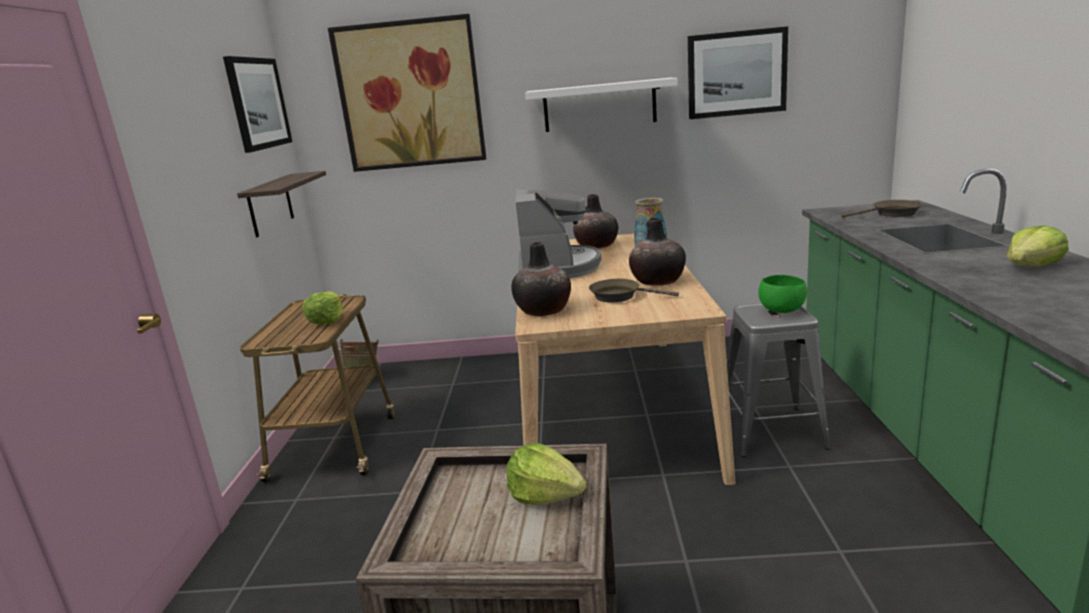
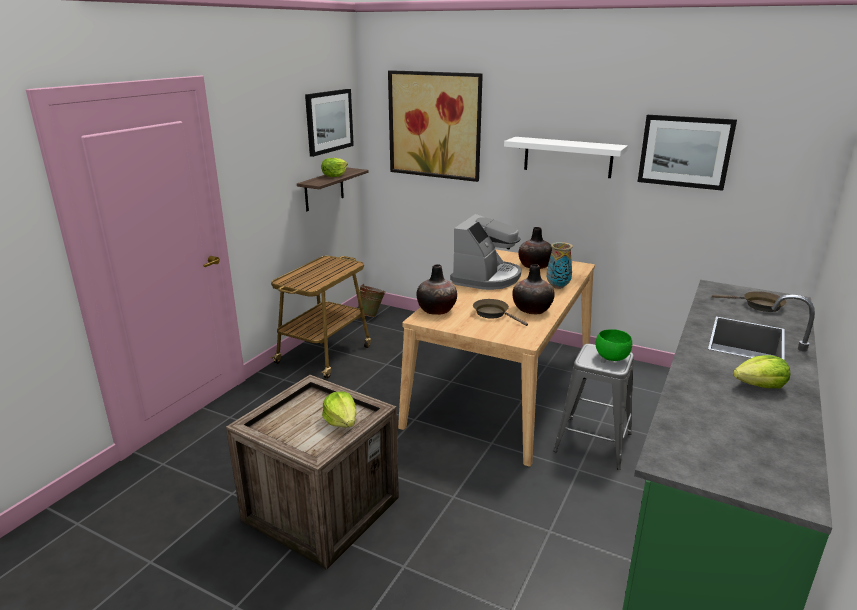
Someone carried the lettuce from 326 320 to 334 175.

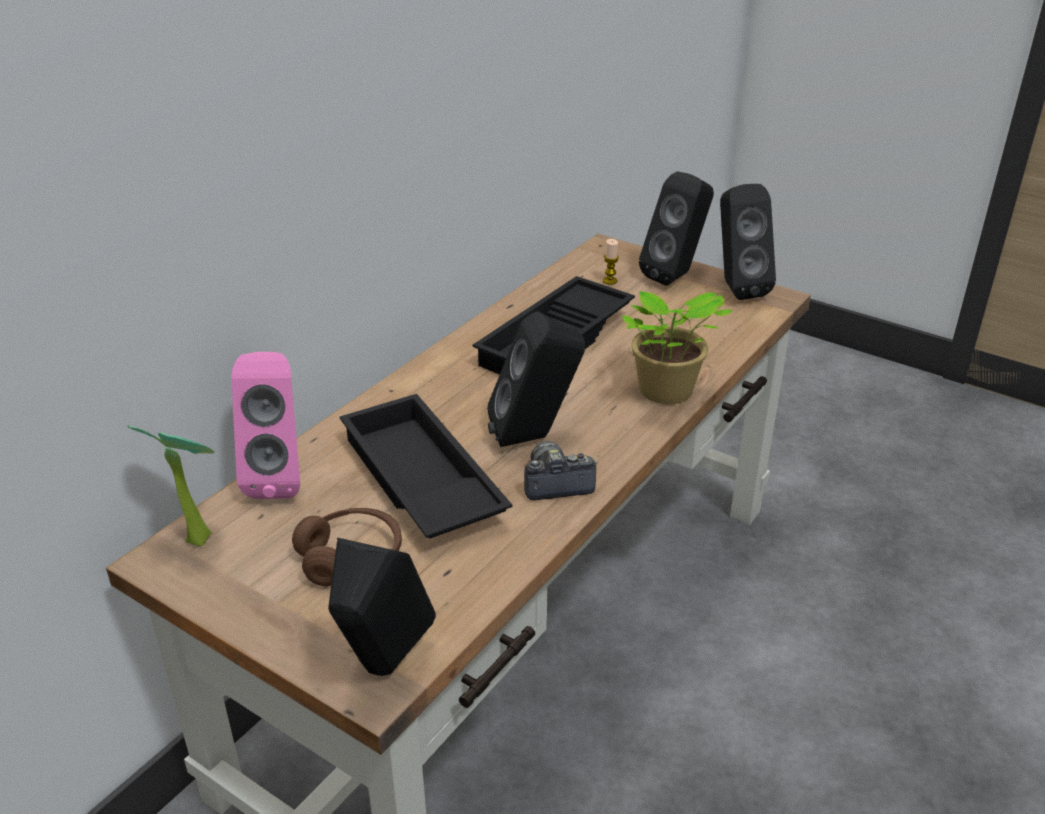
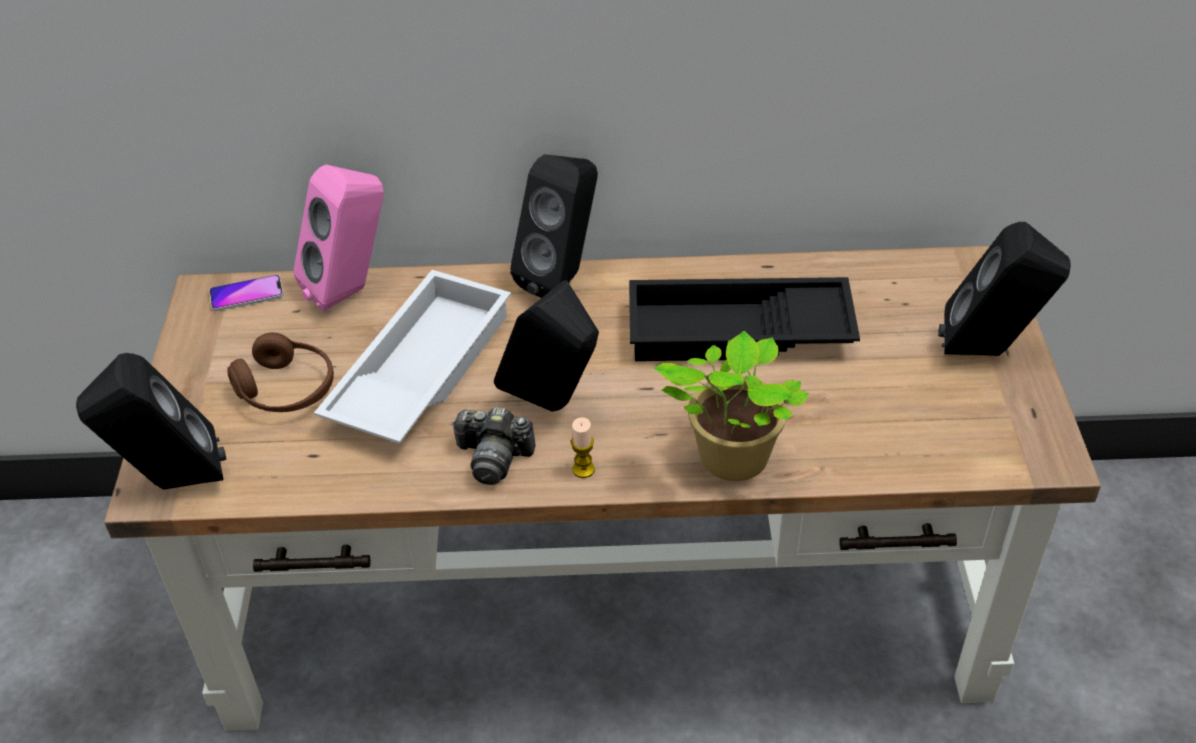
Someone carried the loudspeaker (black-coloured) from 736 288 to 563 279. Someone carried the candle from 610 281 to 583 469. Someone repainted the tray (black-coloured) at 418 481, which became the tray (whitish) at 418 369. Someone swapped the potted plant at 198 535 for the handset at 246 294. Someone rotated the still camera at 555 484 by 150 degrees clockwise.

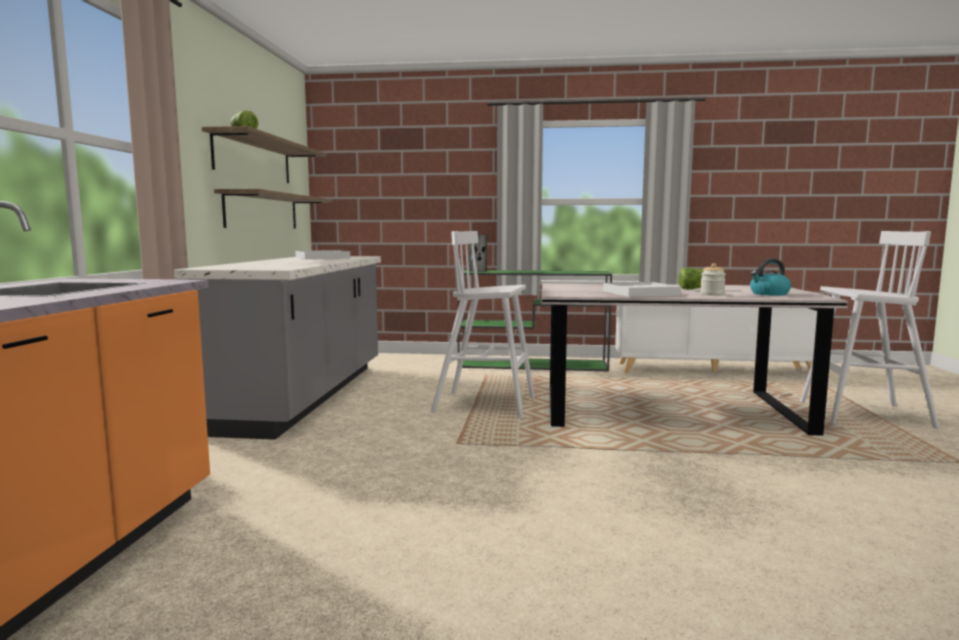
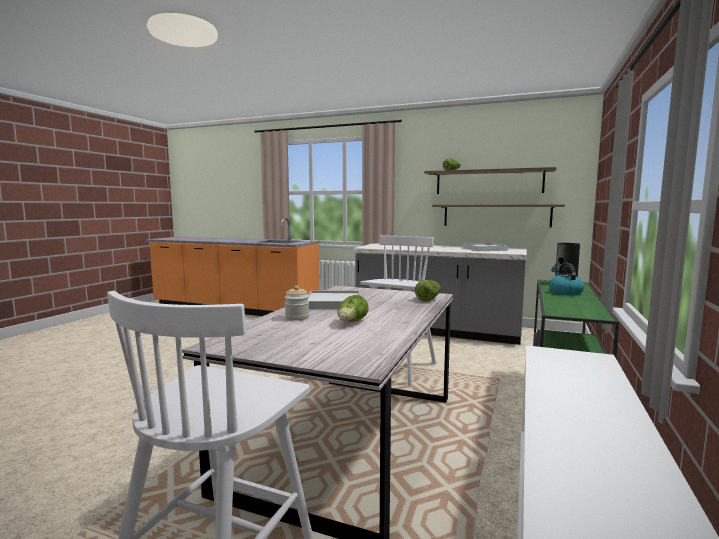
Someone carried the tea kettle from 769 294 to 565 292. Someone put down the lettuce at 428 299.

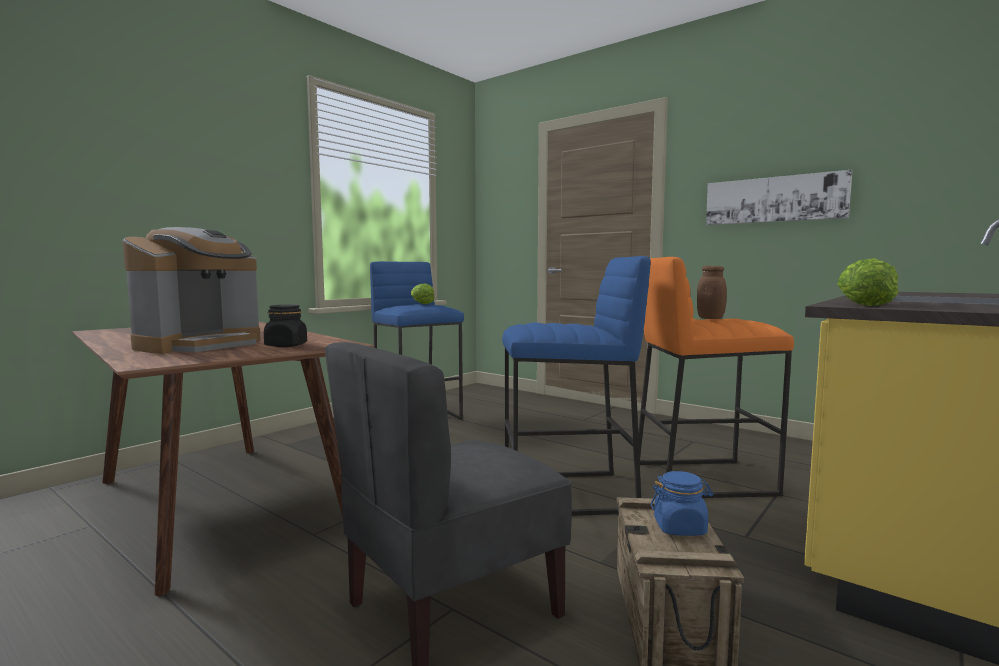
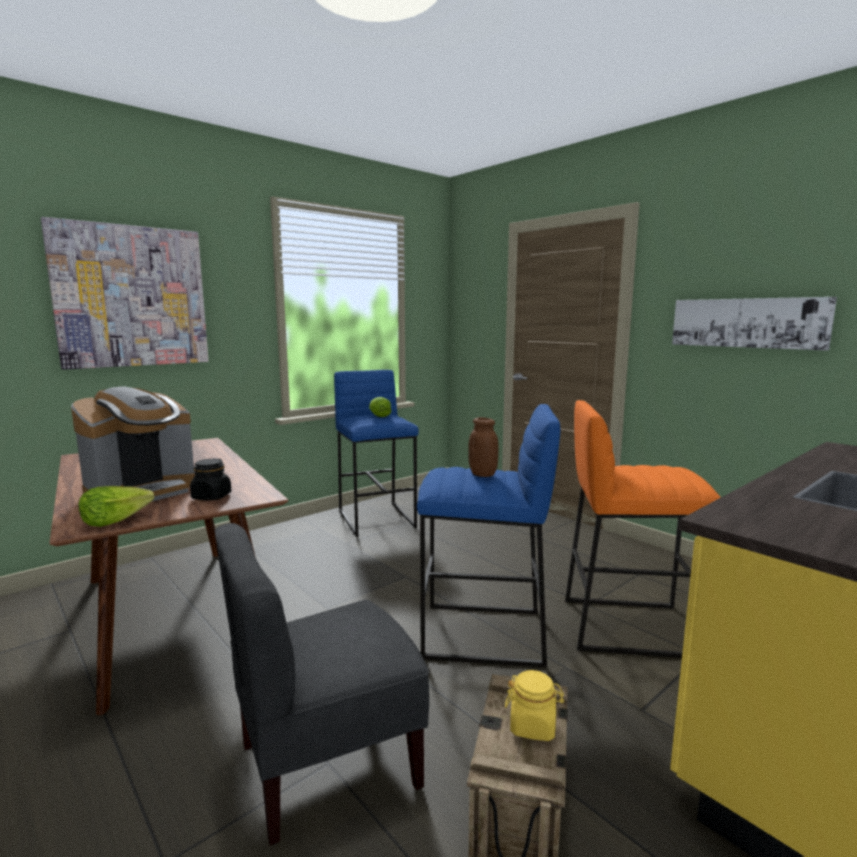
Someone carried the lettuce from 865 304 to 115 520. Someone carried the preserve jar (brown-coloured) from 710 318 to 482 474. Someone repainted the preserve jar (blue-coloured) at 680 527, which became the preserve jar (yellowish) at 533 726. Someone put up the picture at 131 297.

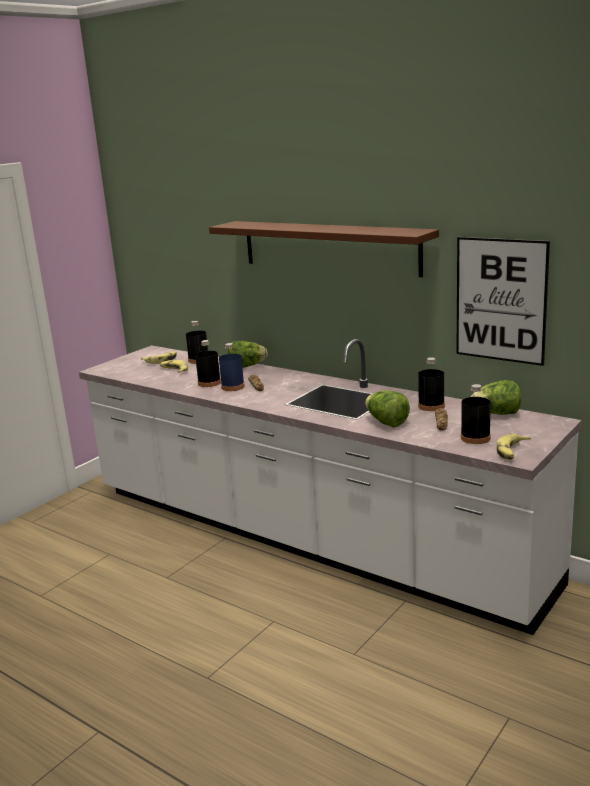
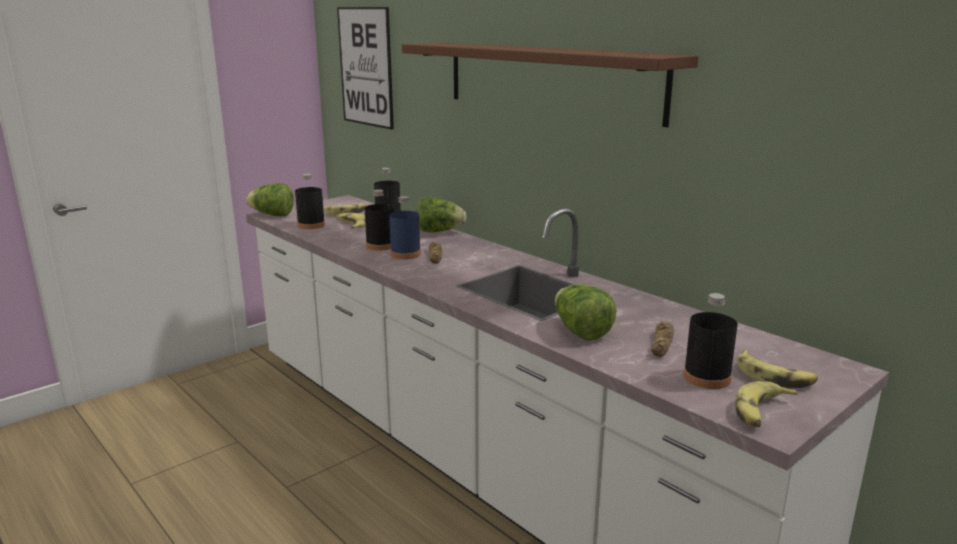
Someone carried the picture from 500 300 to 366 67. Someone carried the beverage bottle (black-coloured) from 431 406 to 311 225. Someone carried the lettuce from 496 414 to 272 215. Someone put down the whole banana at 774 377.

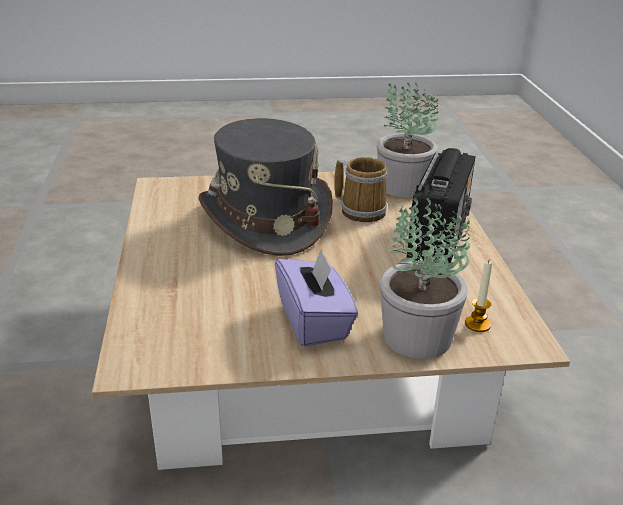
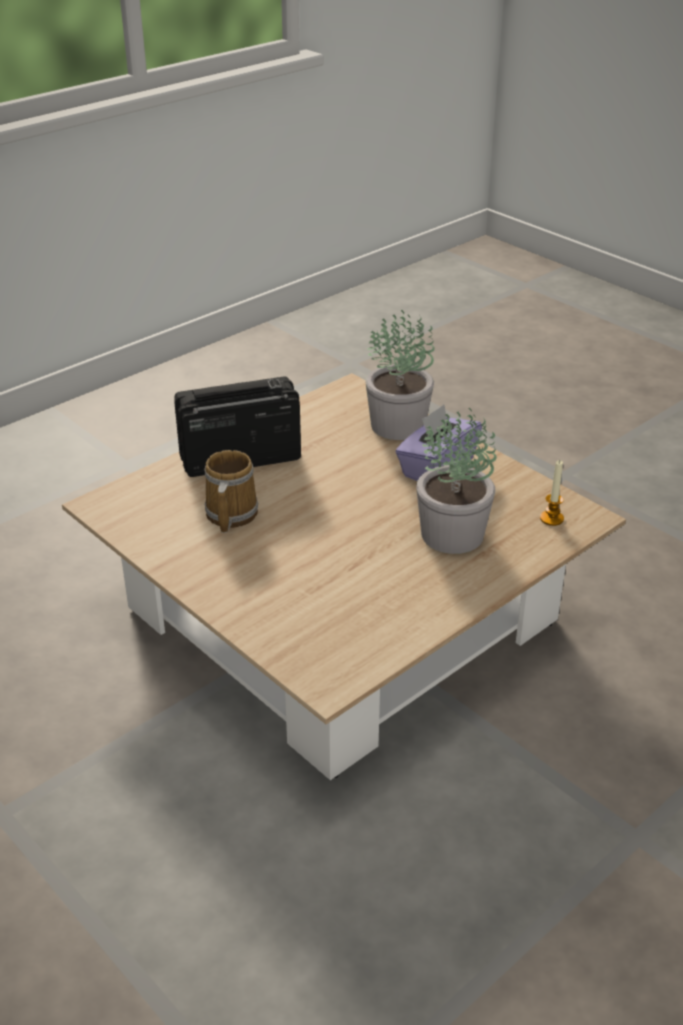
Someone carried the potted plant from 402 187 to 454 534. Someone took away the wearable hat (grey) at 265 219. Someone carried the candle from 477 324 to 551 518.

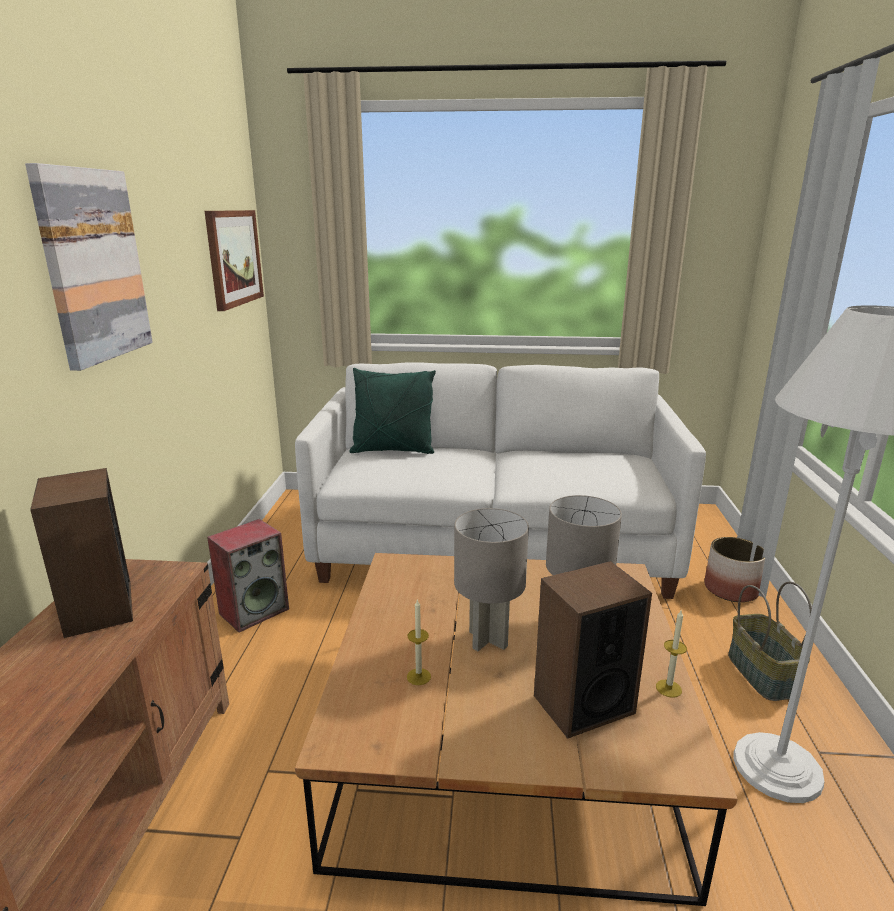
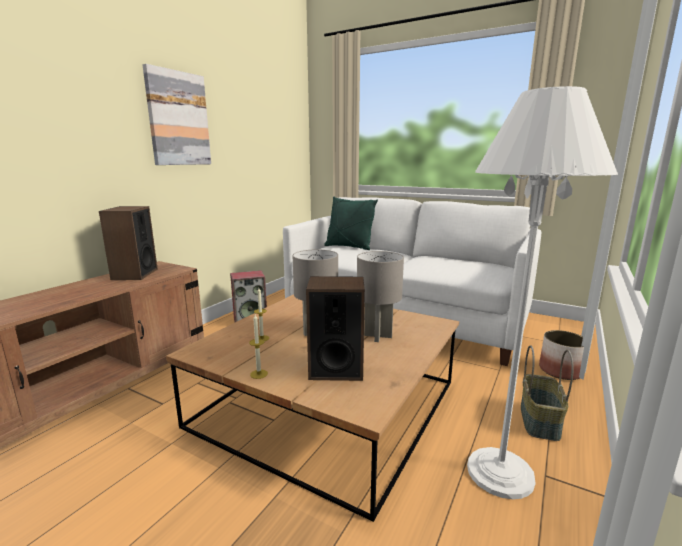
Someone took away the picture at 234 258. Someone carried the candle from 668 688 to 259 374.

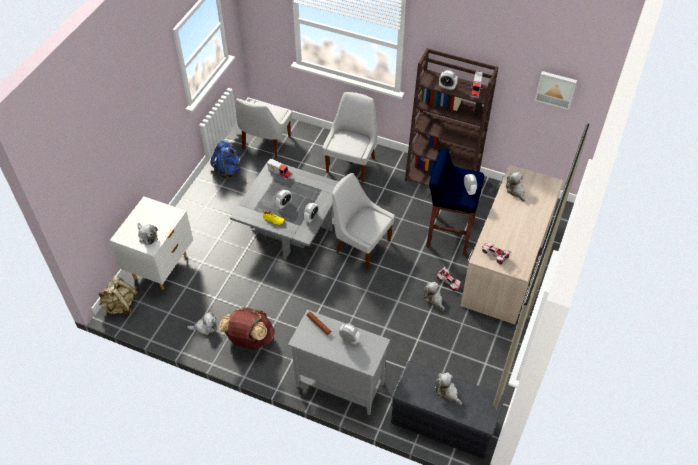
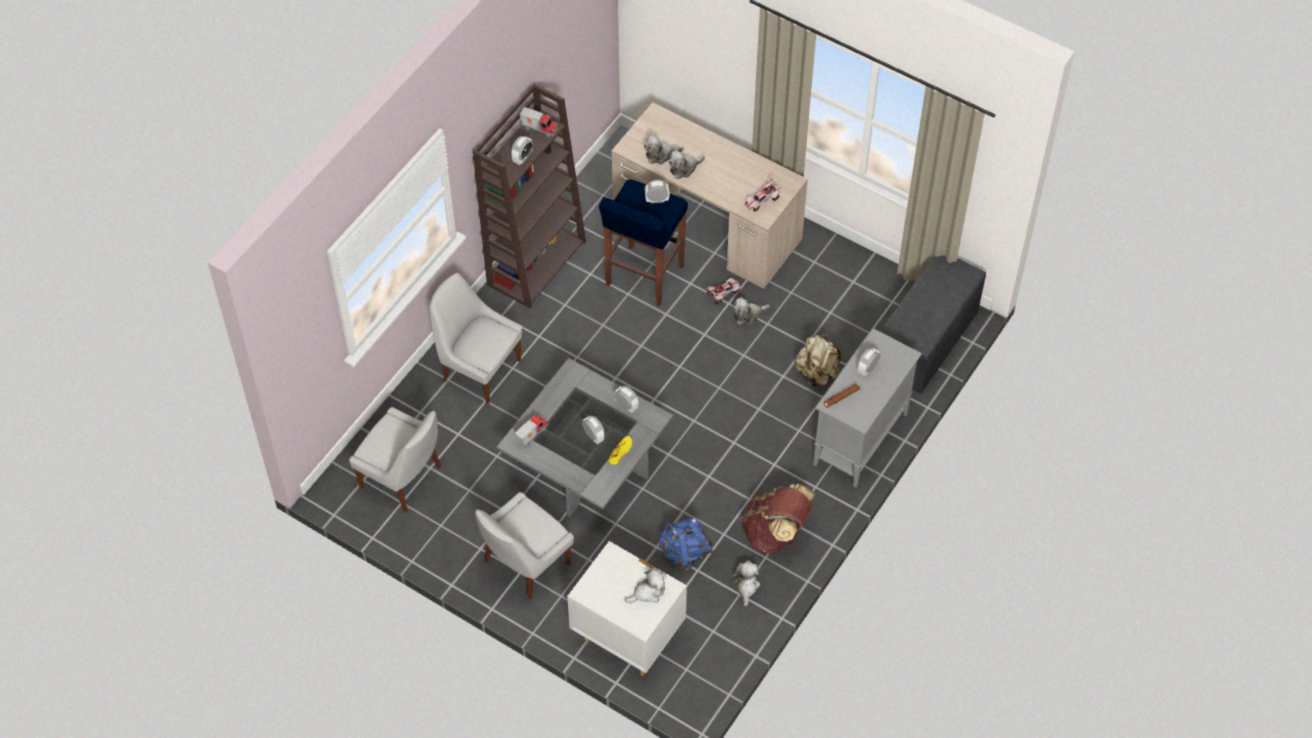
Someone took away the picture at 556 89. Someone carried the rucksack (blue-coloured) from 228 170 to 684 553. Someone carried the upright chair (whitish) from 361 245 to 524 564. Someone carried the rucksack (beige-coloured) from 121 306 to 817 373. Someone carried the soft toy from 447 392 to 684 168.

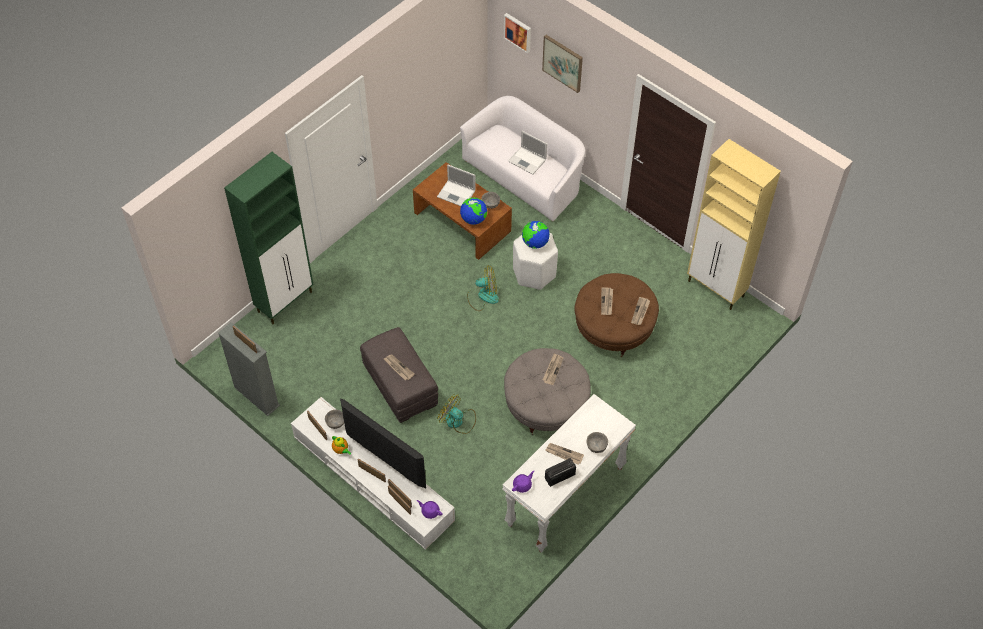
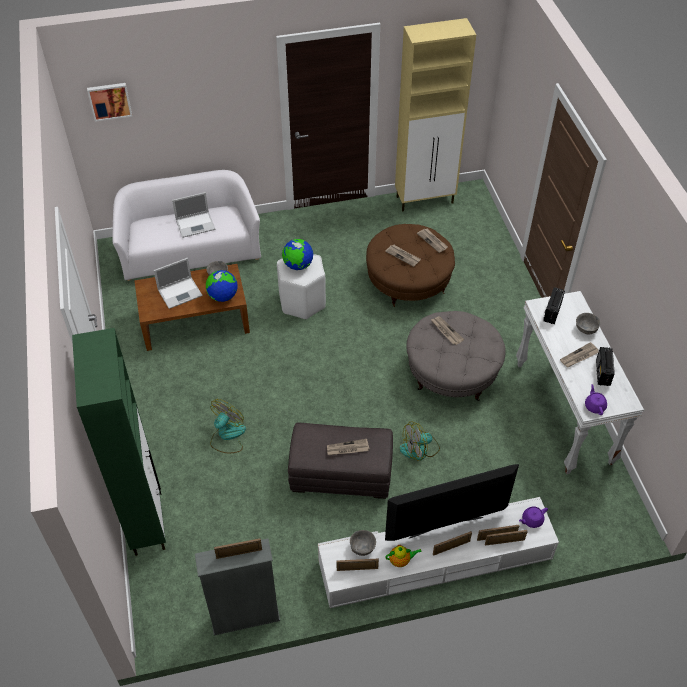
Someone took away the picture at 563 63. Someone carried the cooling fan from 483 296 to 227 436. Someone put down the radio set at 552 312.

